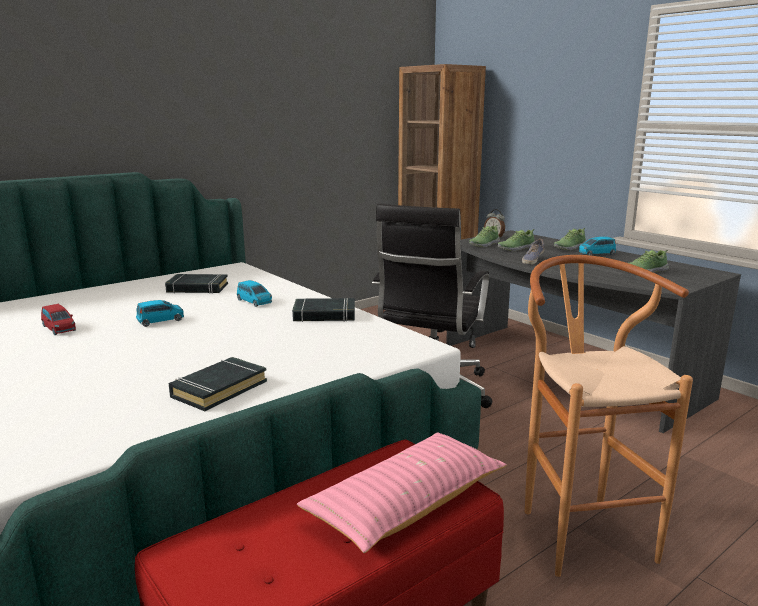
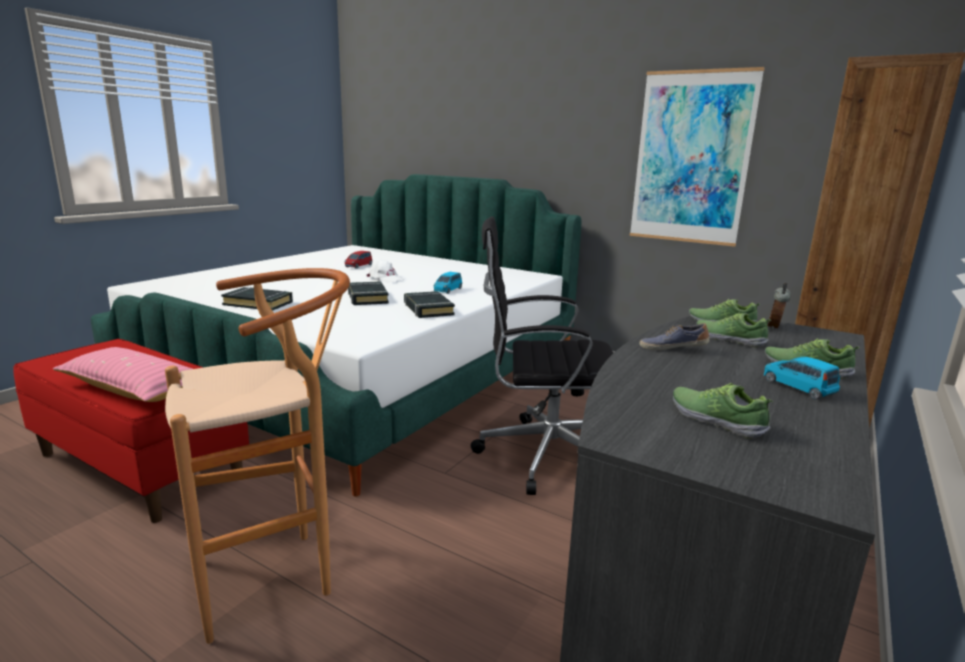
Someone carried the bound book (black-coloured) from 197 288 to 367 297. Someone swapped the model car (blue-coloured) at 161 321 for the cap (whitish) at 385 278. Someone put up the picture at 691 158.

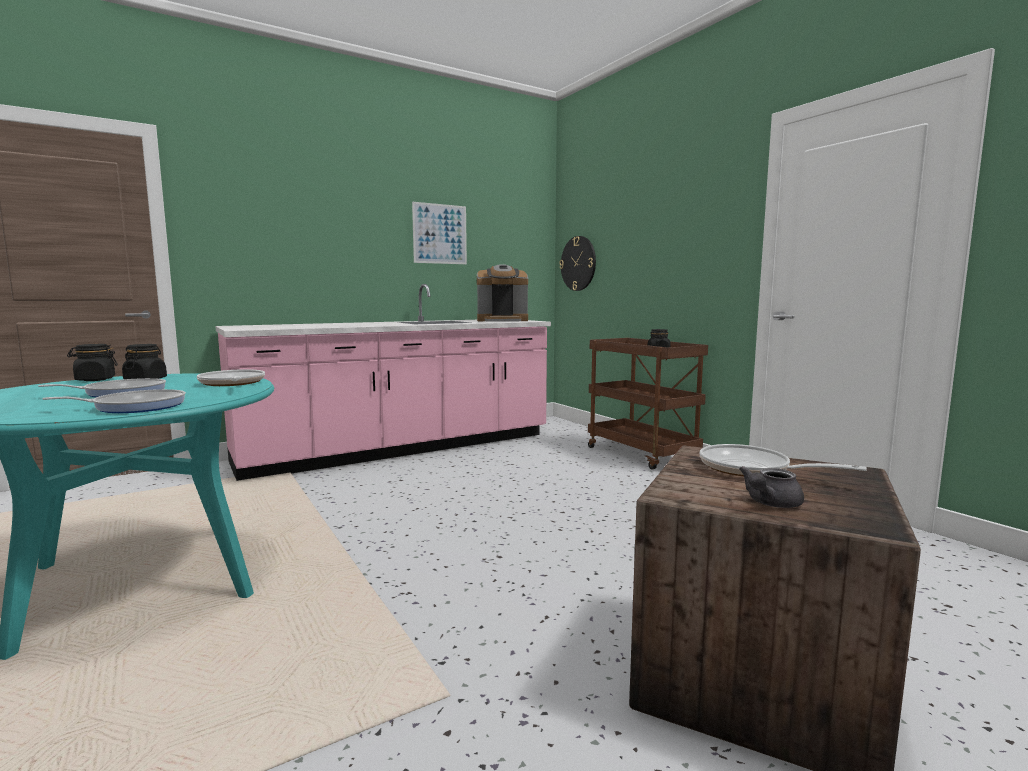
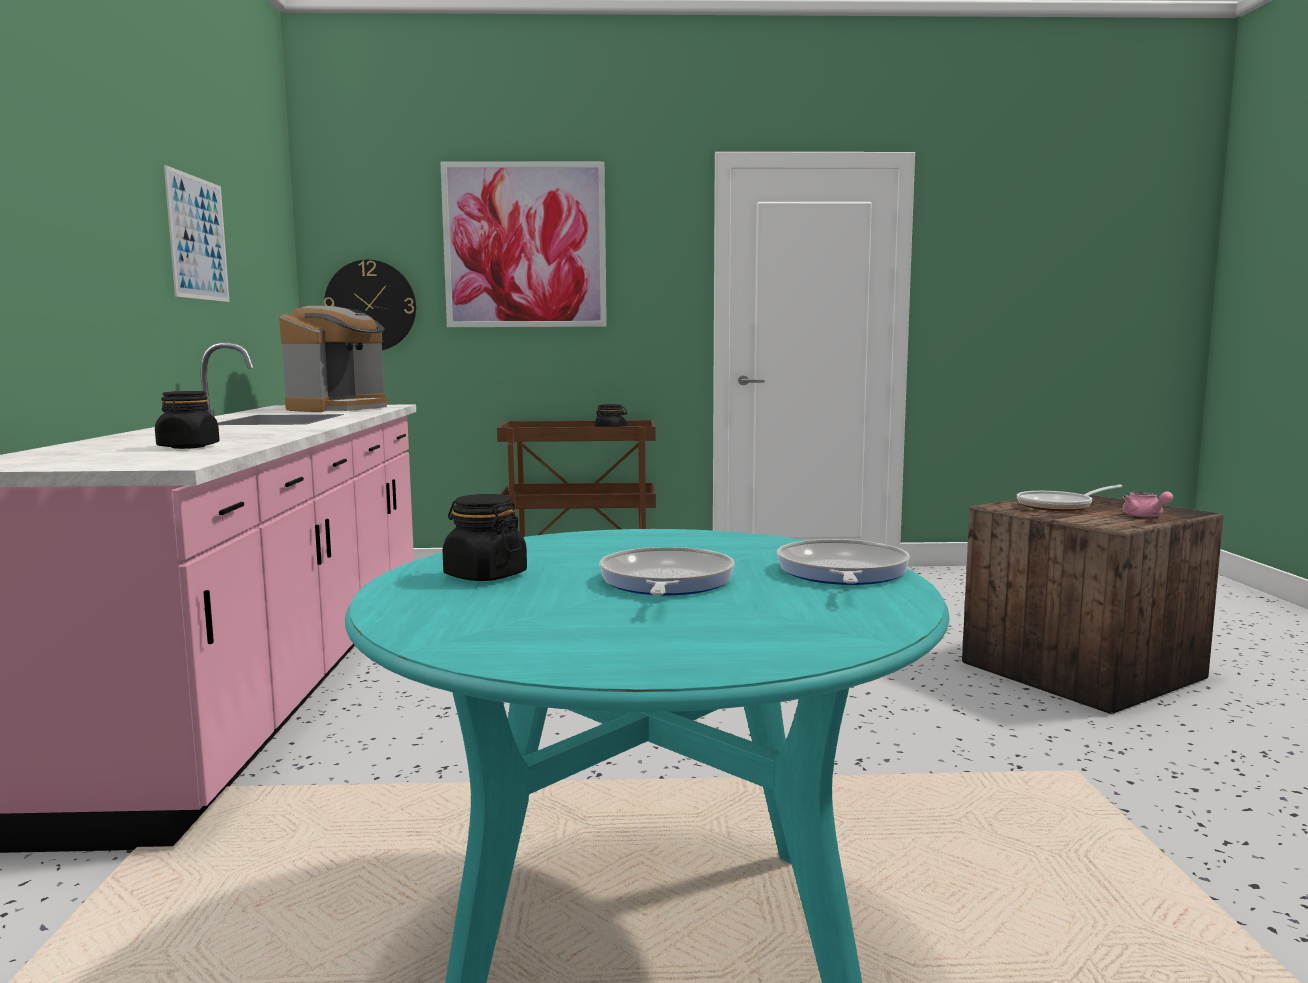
Someone carried the preserve jar (black-coloured) from 95 379 to 188 447. Someone took away the pan at 232 384. Someone repainted the teapot (grey) at 769 503, which became the teapot (pink) at 1145 516. Someone put up the picture at 525 245.

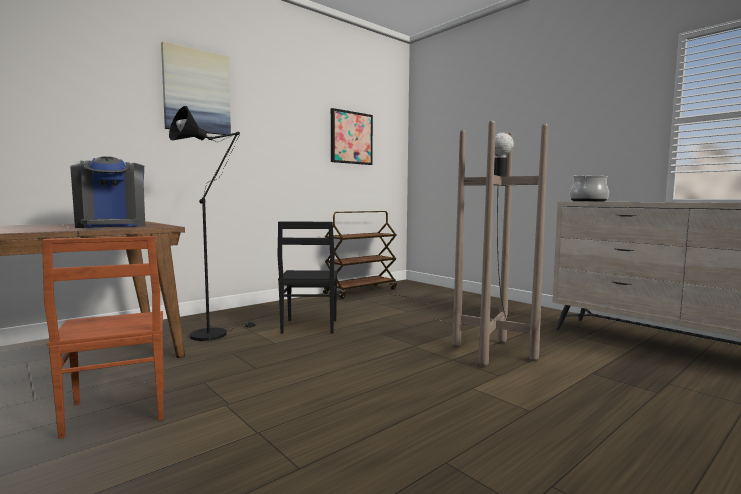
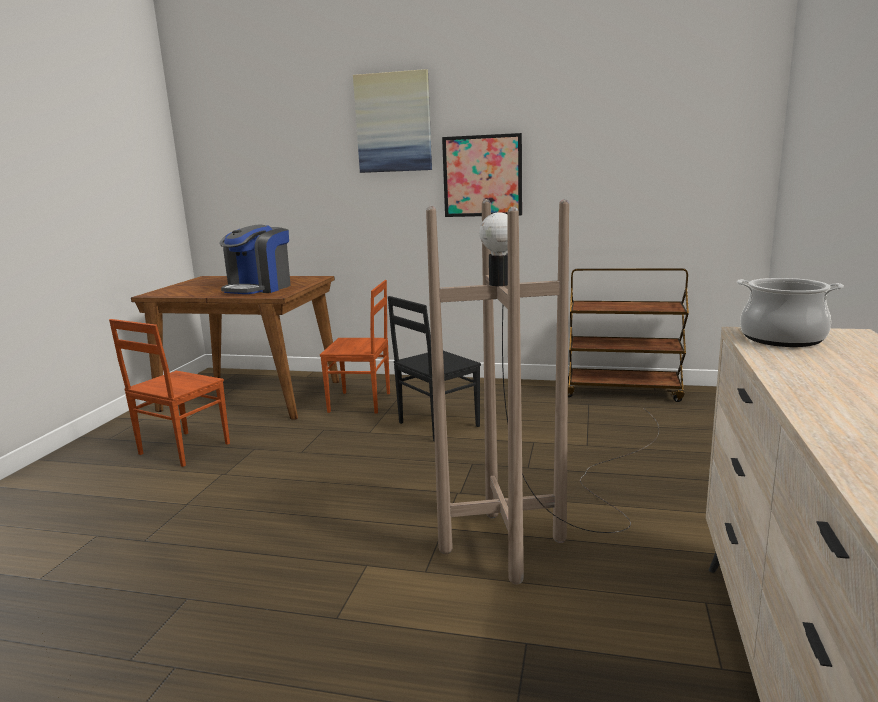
Someone swapped the standing lamp (black-coloured) at 214 333 for the upright chair (brown-coloured) at 360 403. Someone carried the picture from 351 138 to 482 176.

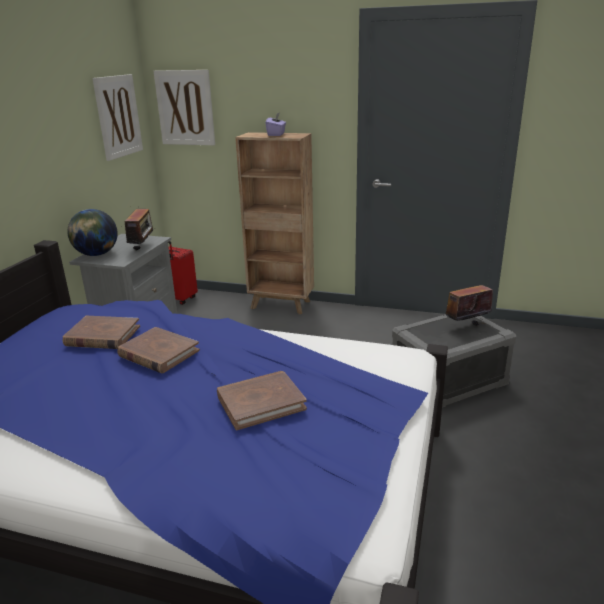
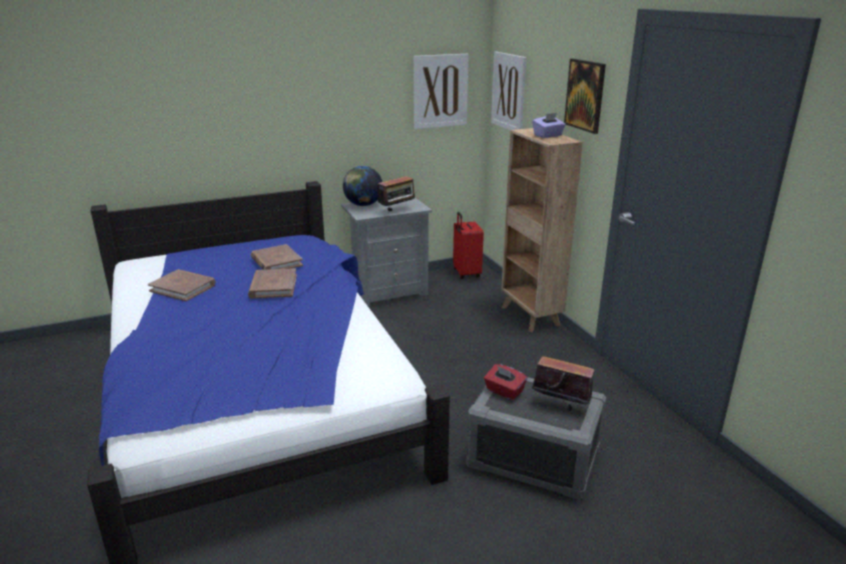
Someone carried the bound book (brown-coloured) from 261 402 to 183 288. Someone put up the picture at 585 95. Someone put down the tissue box (reddish) at 504 391.

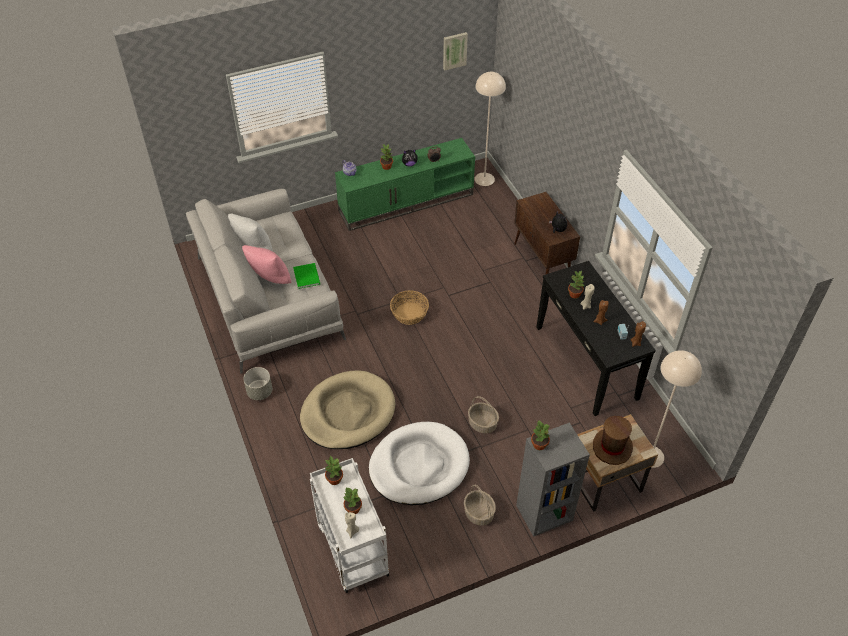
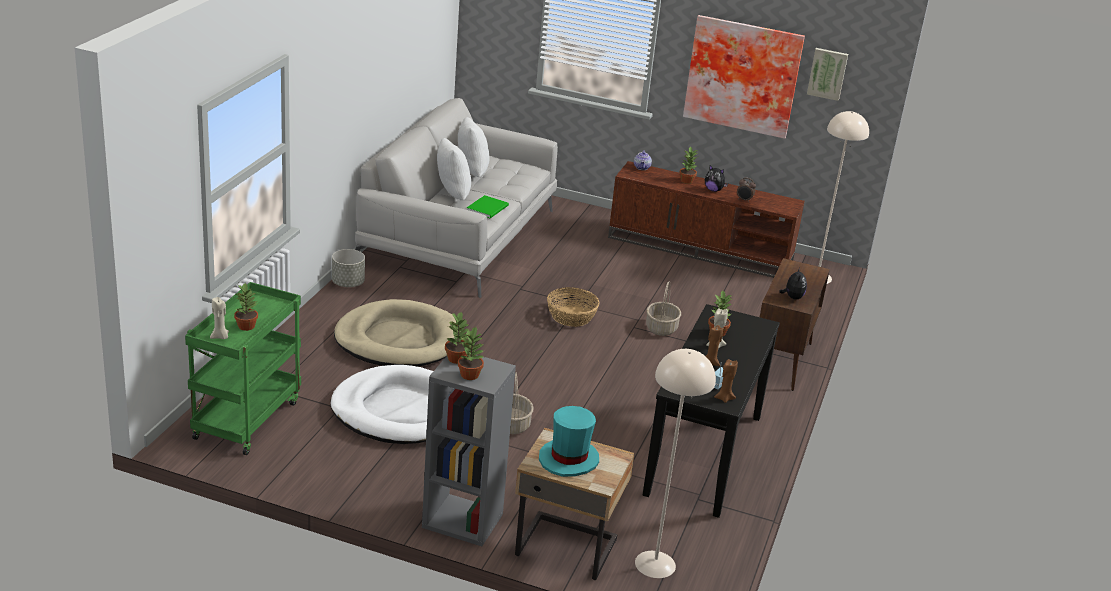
Someone repainted the tv stand (green) at 406 202, which became the tv stand (brown-coloured) at 701 249. Someone repainted the cushion (pink) at 270 280, which became the cushion (whitish) at 451 194. Someone repainted the wearable hat (brown-coloured) at 612 447, which became the wearable hat (blue-green) at 569 459. Someone carried the potted plant from 335 479 to 470 375. Someone repainted the cart (whitish) at 351 549, which became the cart (green) at 247 418. Someone carried the basket from 479 513 to 661 328. Someone put up the picture at 743 75.

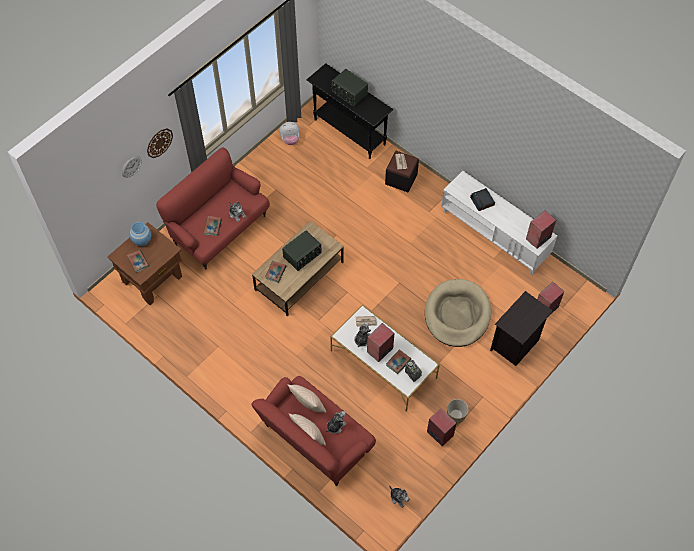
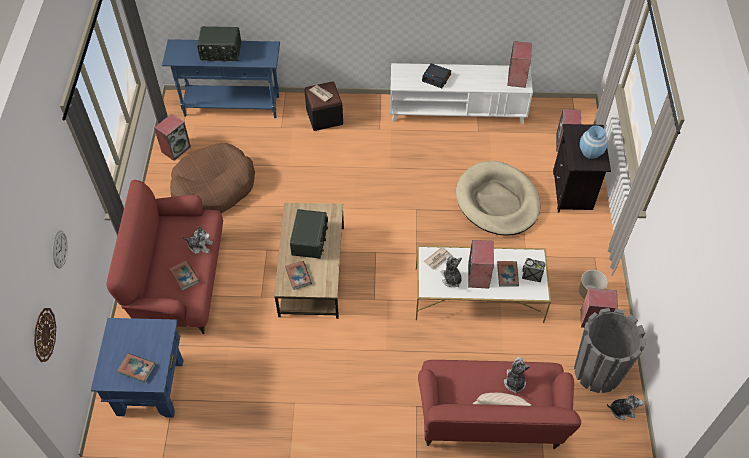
Someone repainted the narrow table (black-coloured) at 349 132, which became the narrow table (blue-coloured) at 232 106. Someone swapped the soft toy at 290 139 for the loudspeaker at 176 149. Someone carried the wall clock from 159 142 to 44 334. Someone repainted the end table (brown-coloured) at 153 279, which became the end table (blue-coloured) at 151 387. Someone carried the decorative vase (blue-coloured) from 142 240 to 591 152. Someone took away the cushion (beige-coloured) at 308 405. Someone put down the dog cushion (brown-coloured) at 213 188. Someone put down the planter (grey) at 597 371.

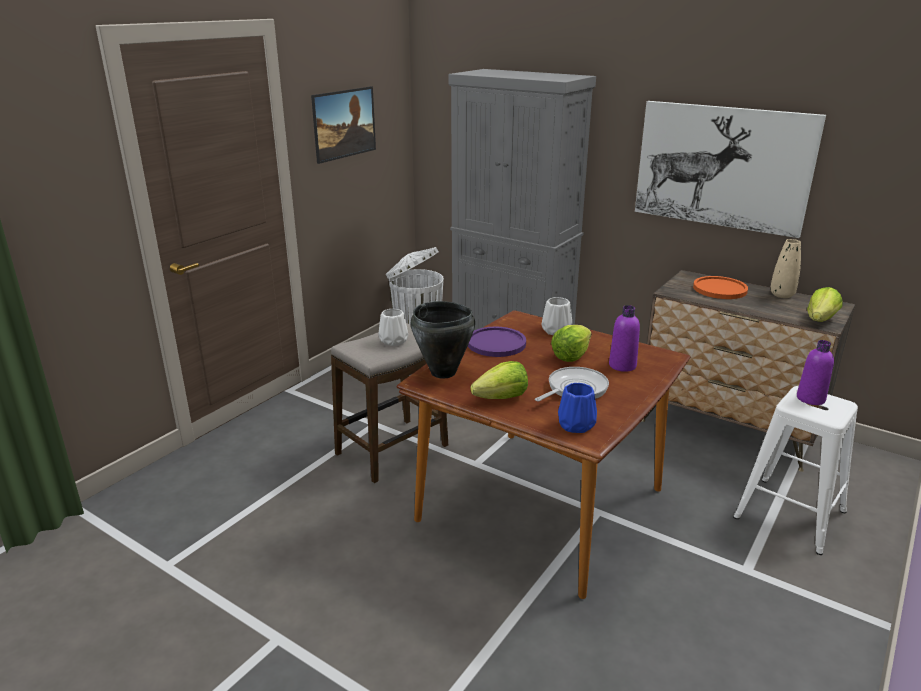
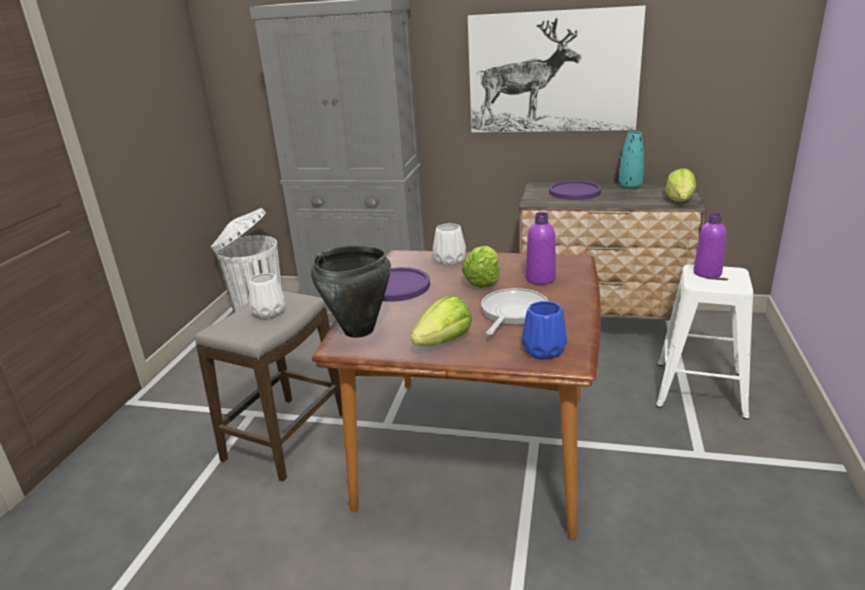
Someone took away the picture at 345 140. Someone repainted the decorative vase (beige-coloured) at 782 295, which became the decorative vase (blue-green) at 630 187. Someone repainted the plate (orange) at 720 289, which became the plate (purple) at 574 192.

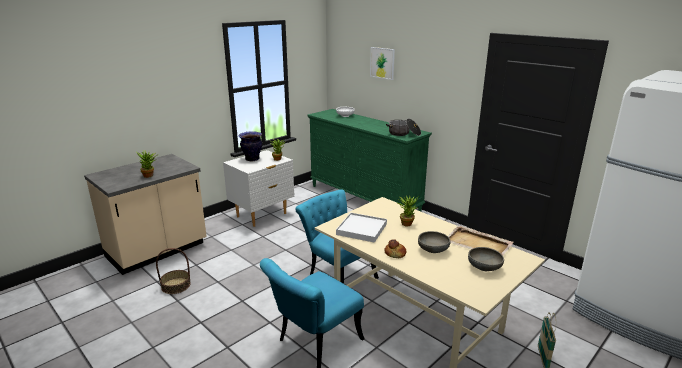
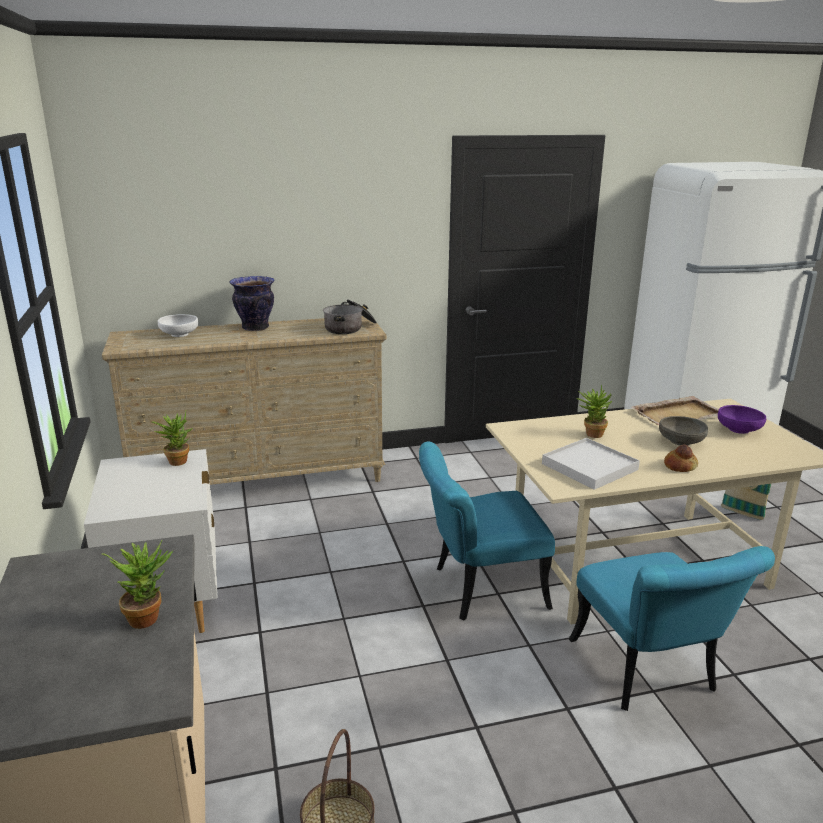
Someone took away the picture at 382 63. Someone repainted the drawer chest (green) at 364 198, which became the drawer chest (beige-coloured) at 261 480. Someone carried the decorative vase from 252 159 to 255 328. Someone repainted the deep dish (grey) at 484 267, which became the deep dish (purple) at 738 430.

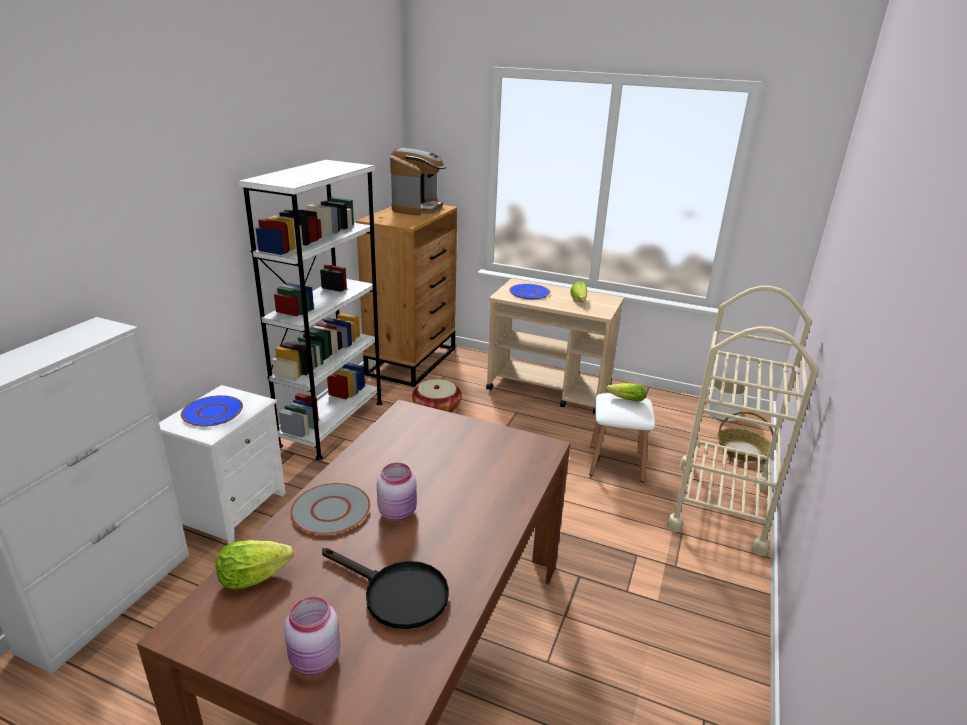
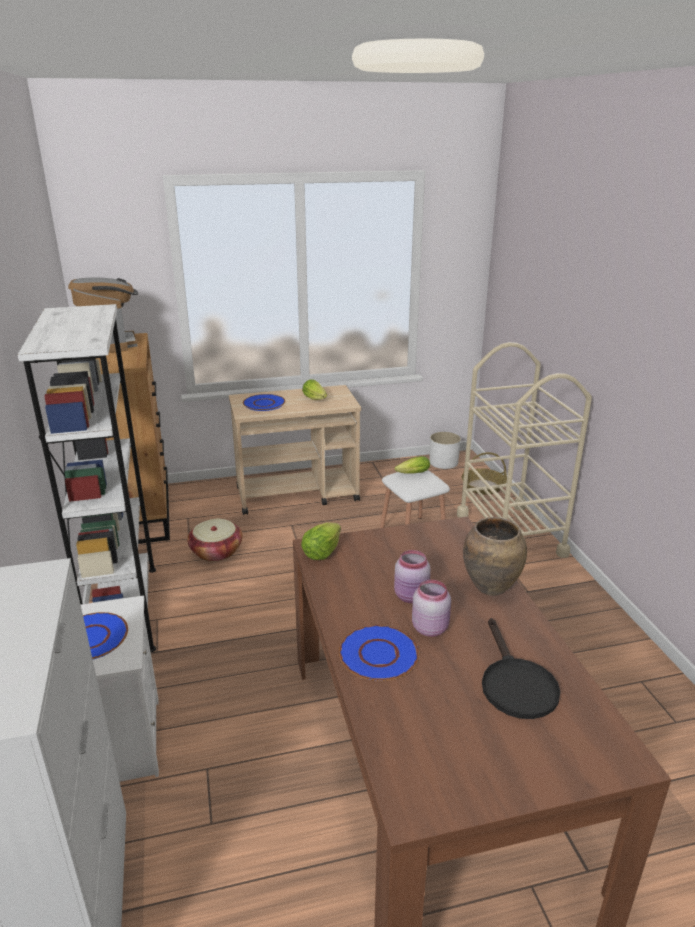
Someone repainted the plate (grey) at 330 510, which became the plate (blue-coloured) at 378 654. Someone carried the lettuce from 253 577 to 321 552. Someone rotated the pan (black-coloured) at 396 594 by 90 degrees clockwise. Someone carried the preserve jar (pink) from 315 660 to 412 596. Someone put down the decorative vase (brown-coloured) at 491 587.

